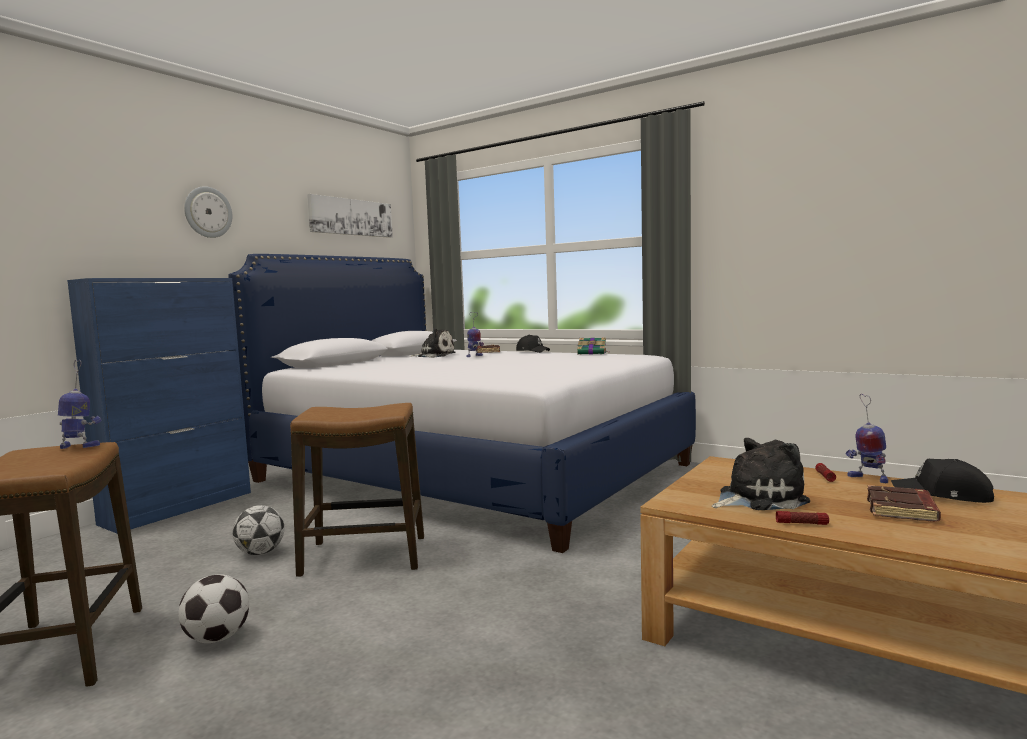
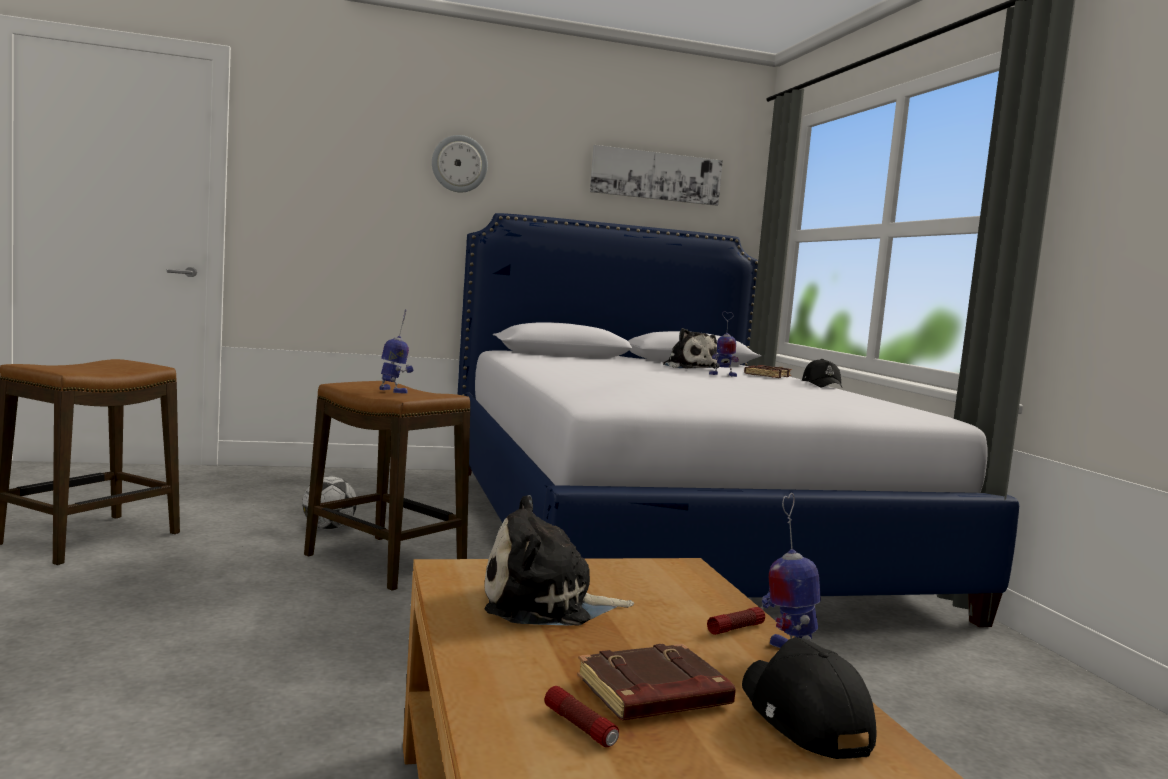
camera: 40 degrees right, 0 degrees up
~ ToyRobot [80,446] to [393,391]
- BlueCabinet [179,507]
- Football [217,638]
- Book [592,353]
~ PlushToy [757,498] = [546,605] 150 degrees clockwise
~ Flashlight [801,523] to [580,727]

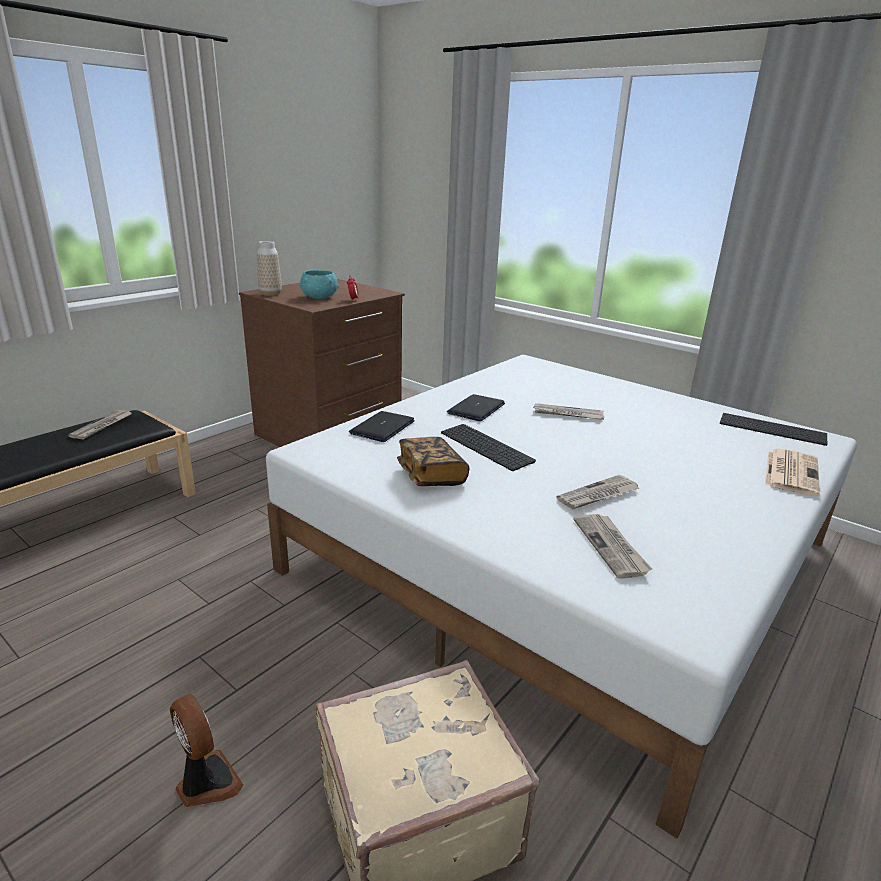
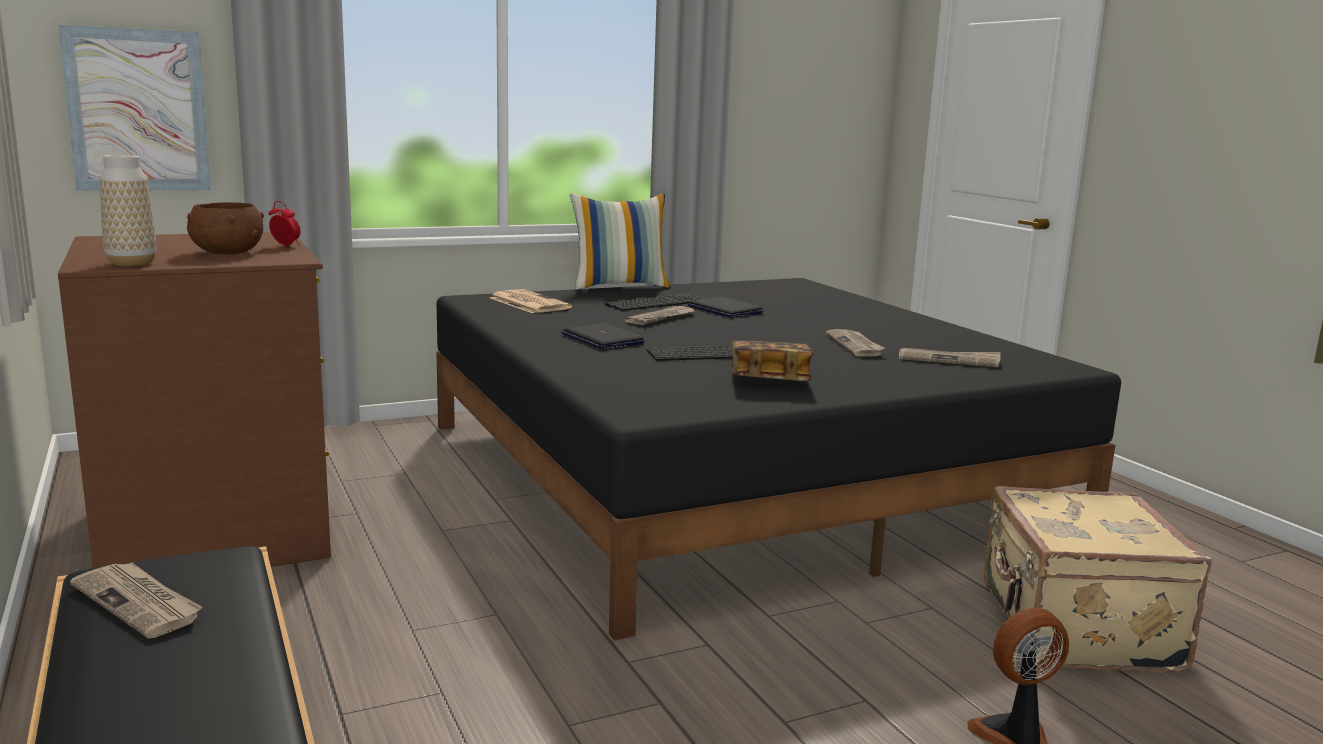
camera: 65 degrees left, 10 degrees down
~ WhiteBed [564,556] to BlackBed [733,476]
~ TurquoiseBowl [319,297] to BrownBowl [227,252]
~ Laptop [382,427] to [724,309]
~ Keyboard [773,429] to [657,302]
~ Newspaper [791,472] to [528,303]
+ Picture [138,110]
+ Pillow [620,286]

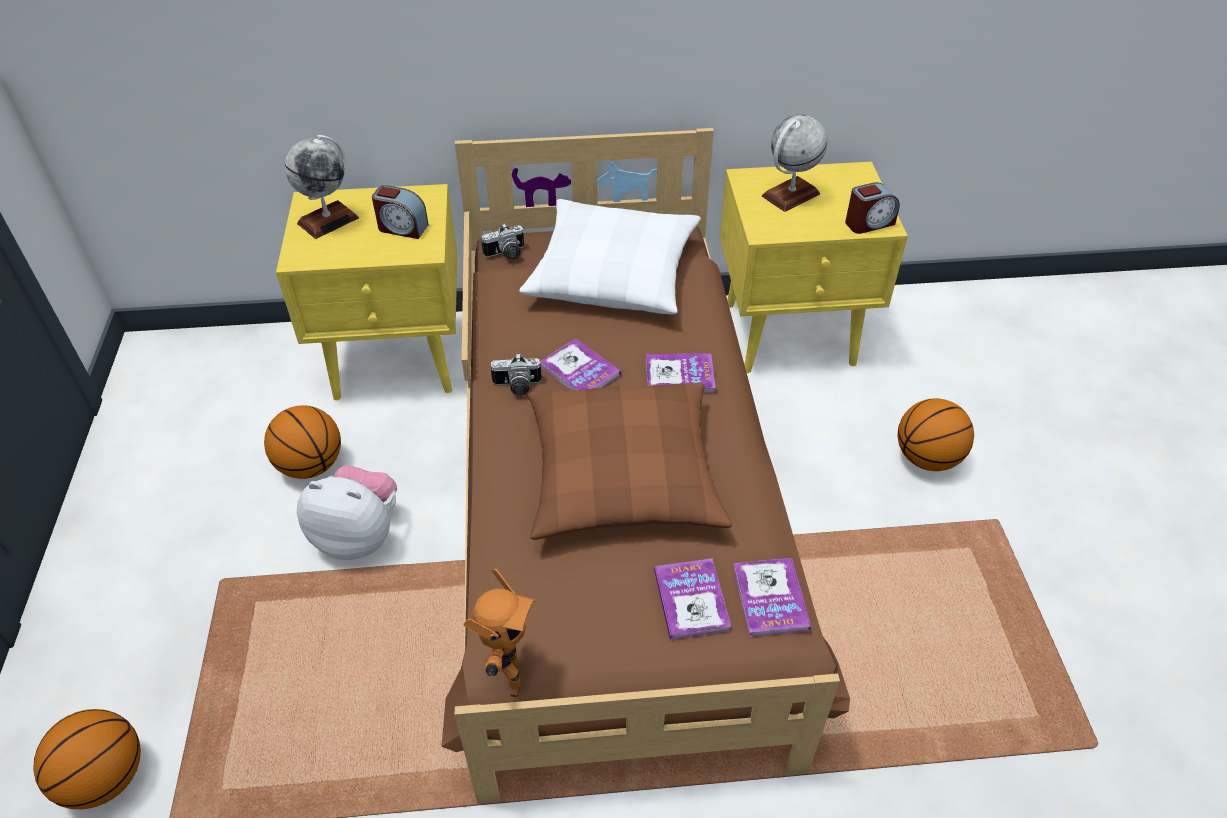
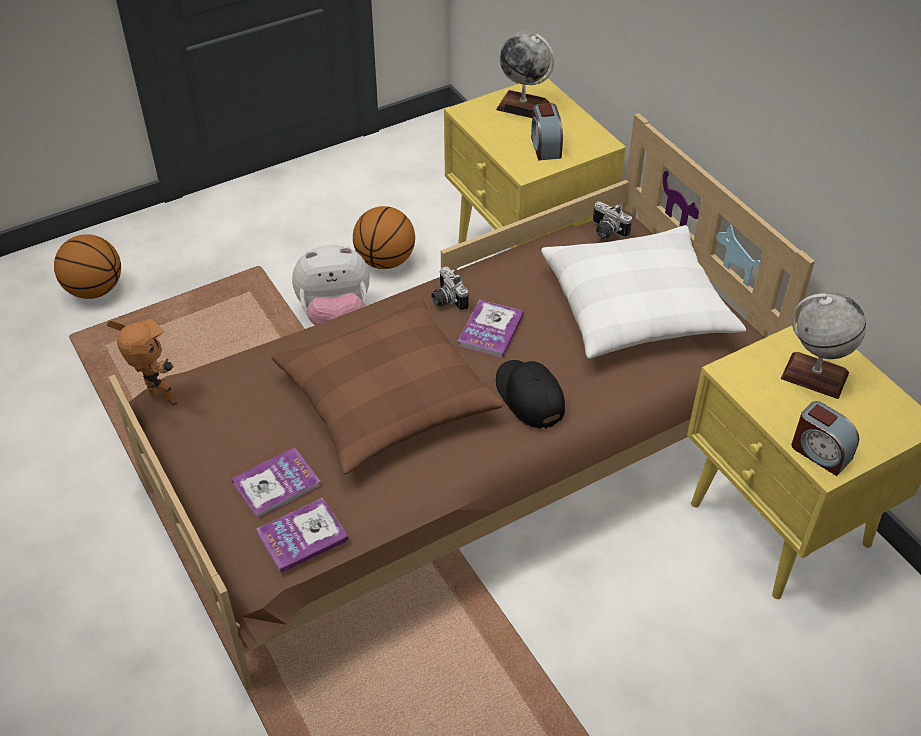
camera: 65 degrees right, 0 degrees up
~ PlushToy [359,535] = [335,317] 90 degrees clockwise
~ ToyRobot [507,679] = [160,402] 120 degrees counterclockwise
~ Book [679,375] to BlackCap [529,397]
- Basketball [926,458]

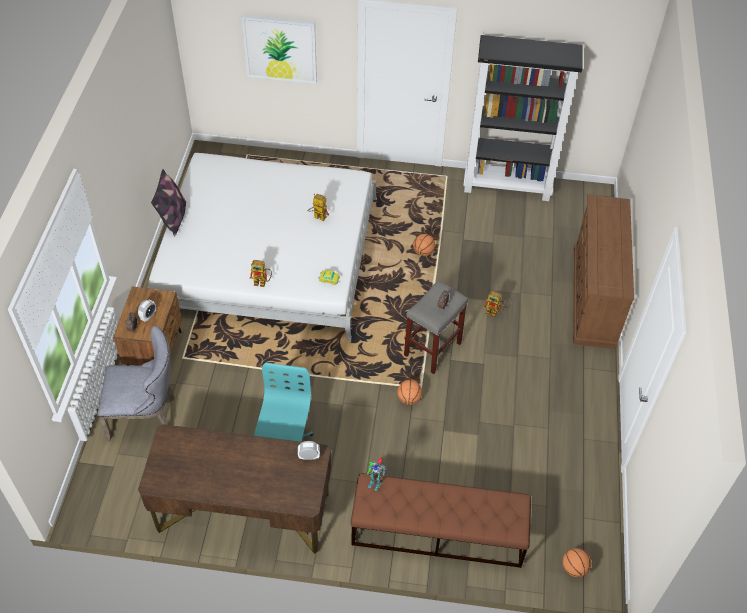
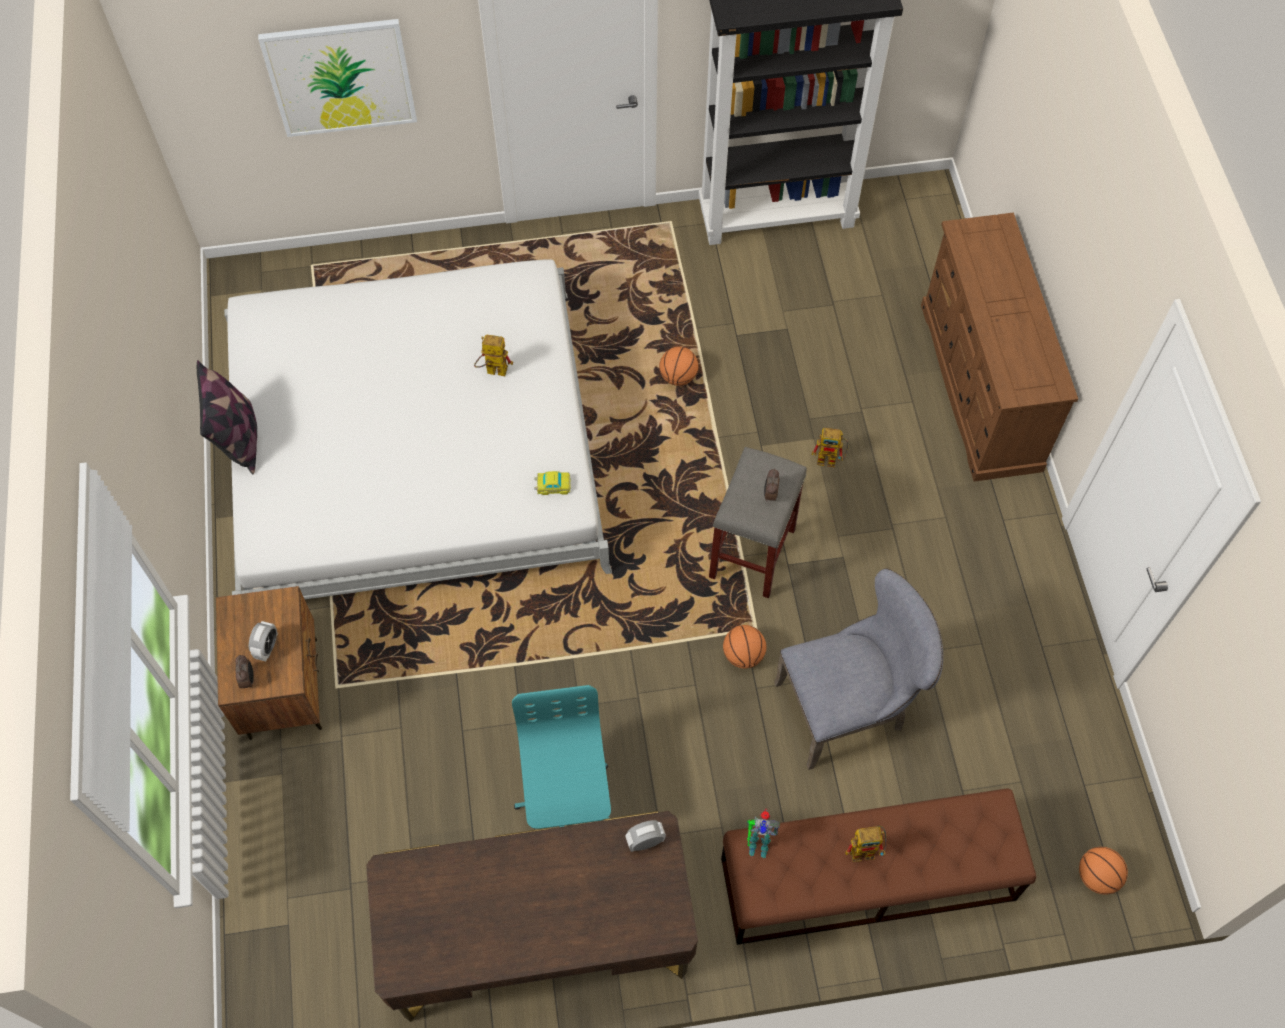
camera: 15 degrees left, 10 degrees up
~ GreyChair [147,416] to [847,707]
~ ToyRobot [262,282] to [867,849]

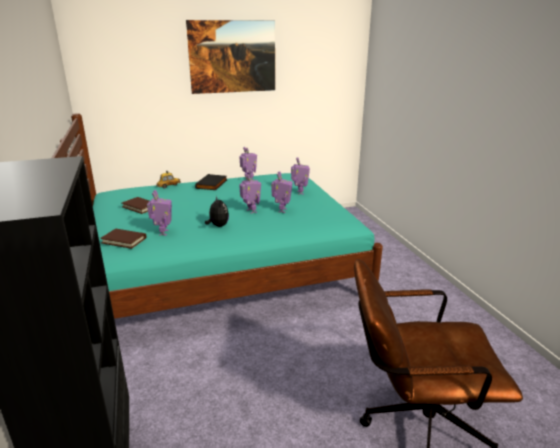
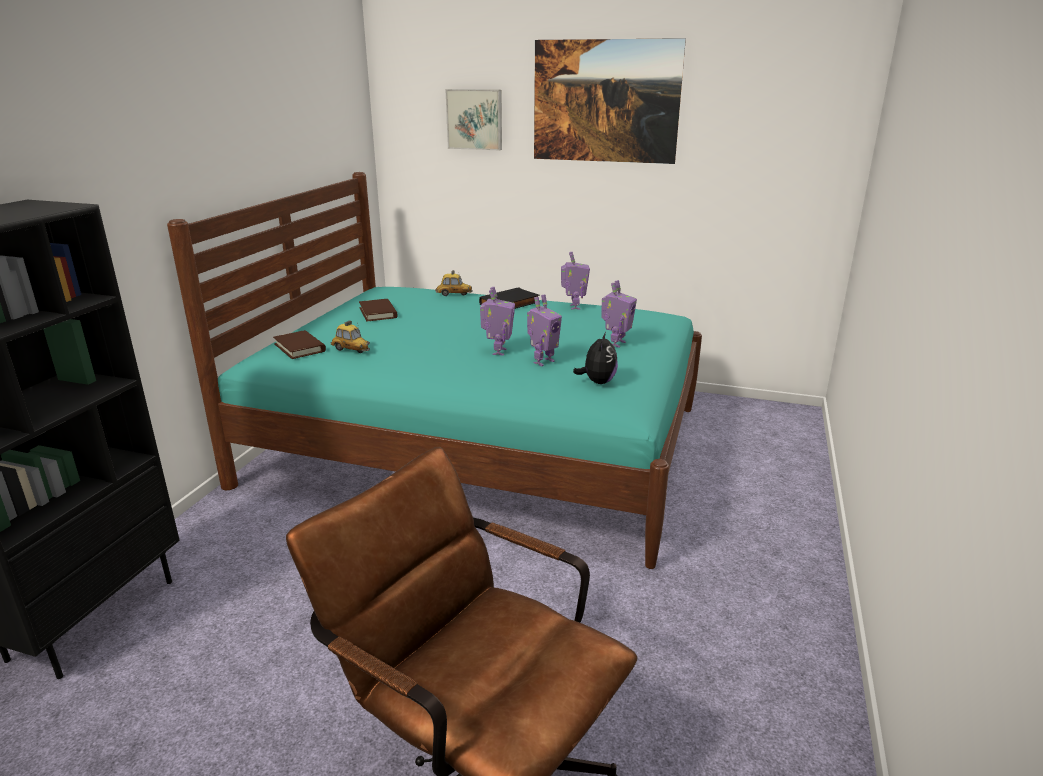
camera: 35 degrees right, 0 degrees up
~ ToyRobot [163,233] to ToyCar [351,350]
~ PlushToy [218,226] to [597,382]
+ Picture [475,119]

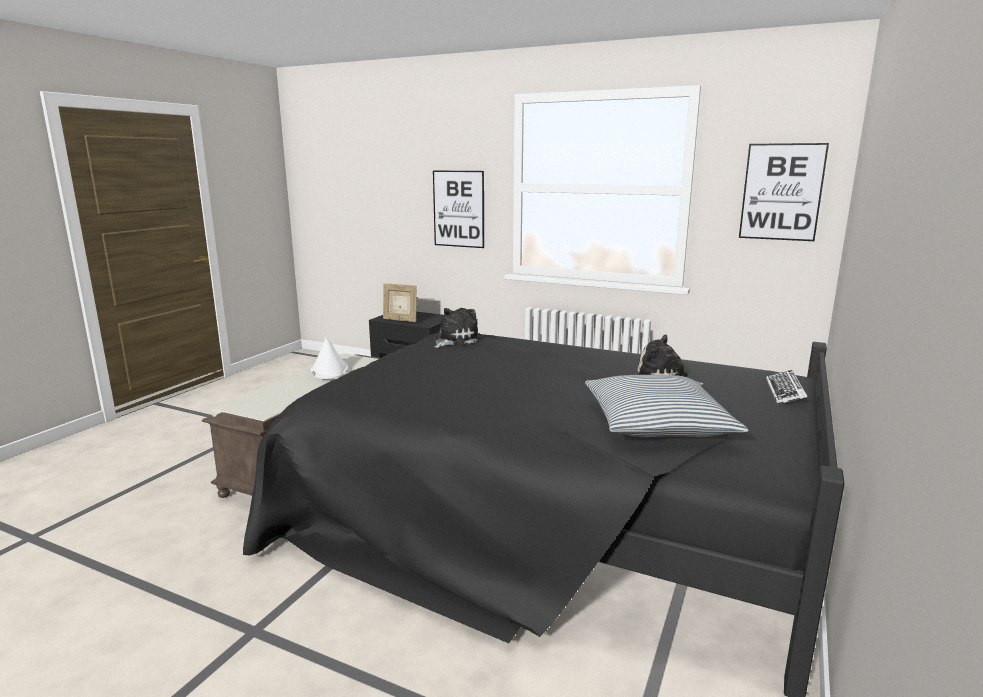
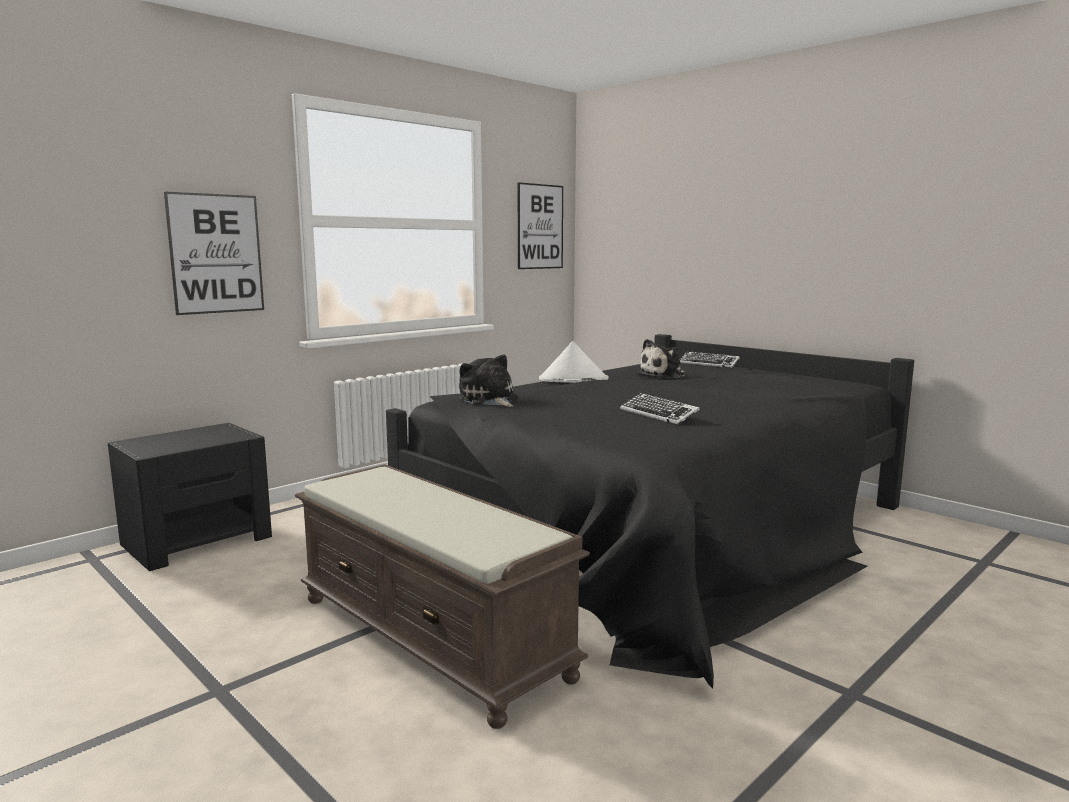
camera: 70 degrees left, 5 degrees down
~ WhiteHat [329,370] to [573,379]
- PictureFrame [400,320]
- Pillow [656,423]
+ Keyboard [658,414]

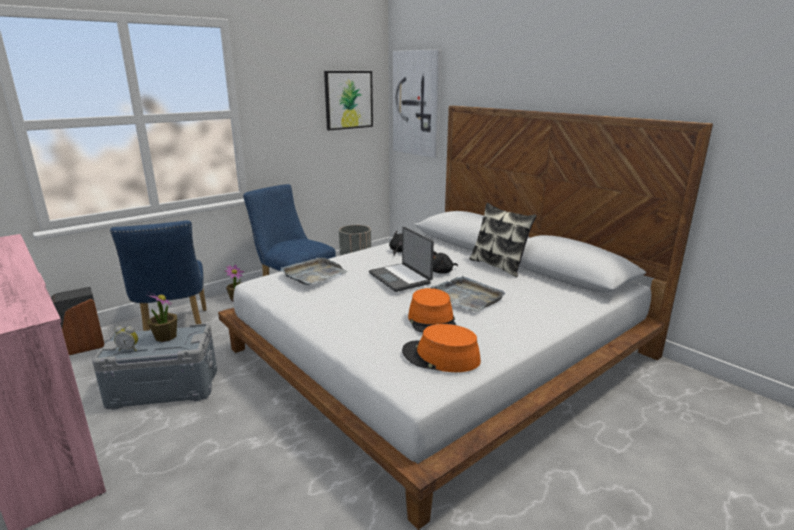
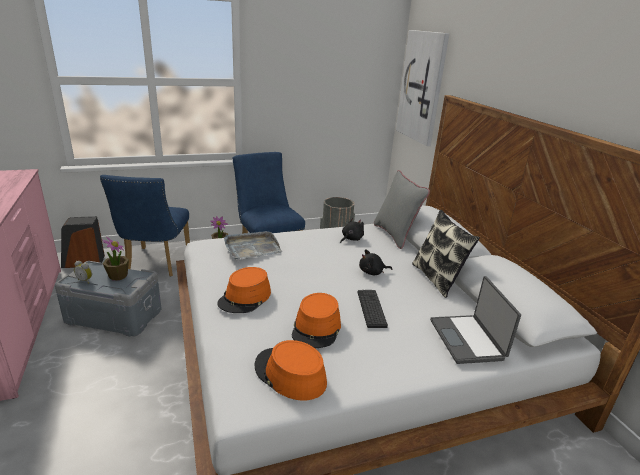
camera: 20 degrees right, 5 degrees up
- Picture [348,100]
~ Laptop [401,278] to [467,339]
~ GreyTray [466,296] to Keyboard [371,308]
+ OrangeHat [245,298]
+ GreyPillow [395,235]

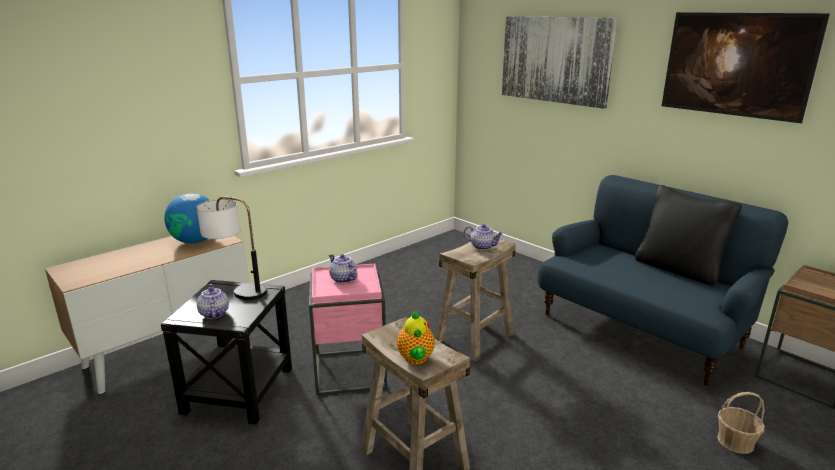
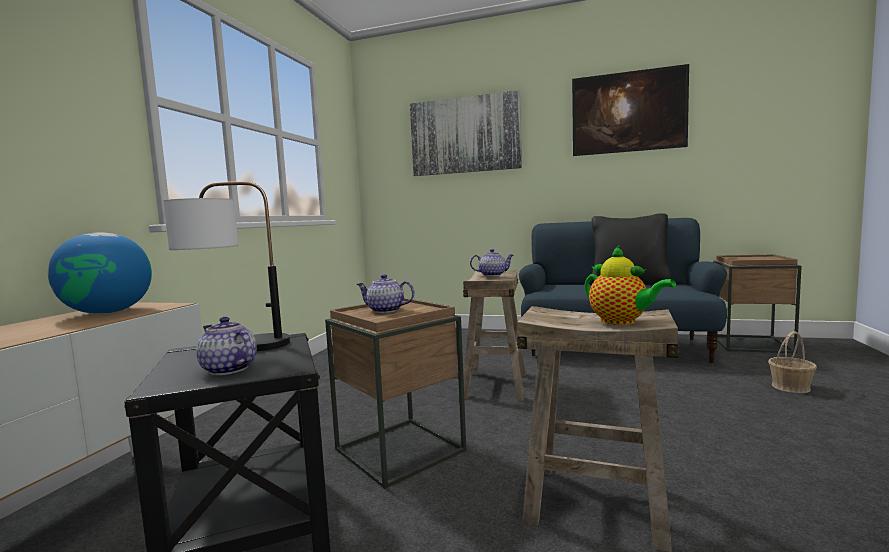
camera: 30 degrees left, 15 degrees down
~ PinkSideTable [350,371] to BrownSideTable [400,450]

